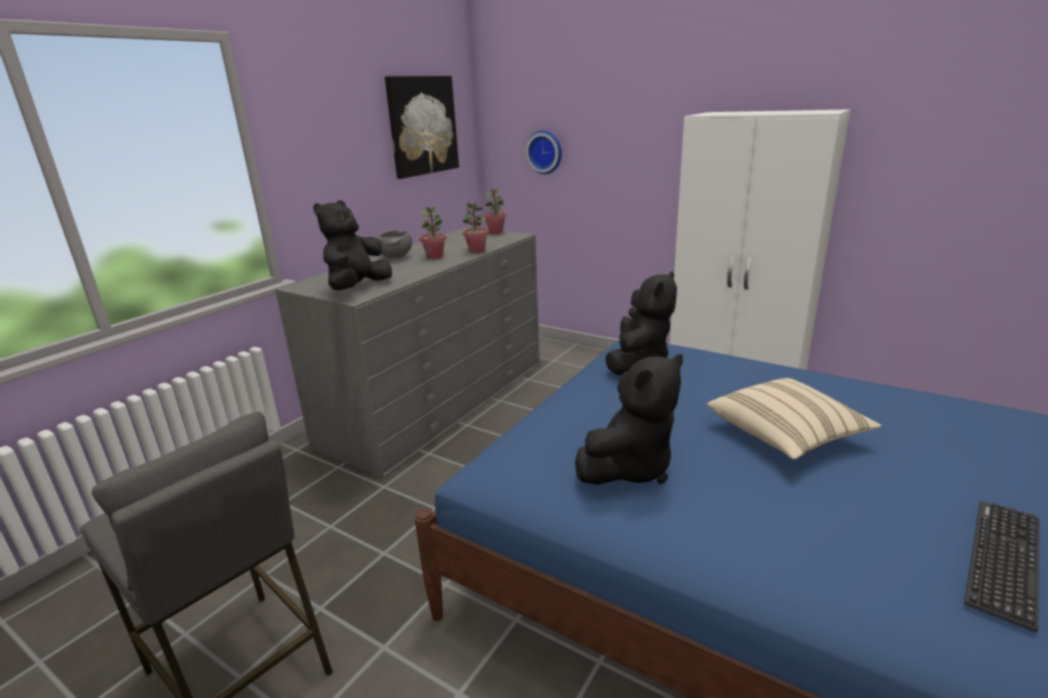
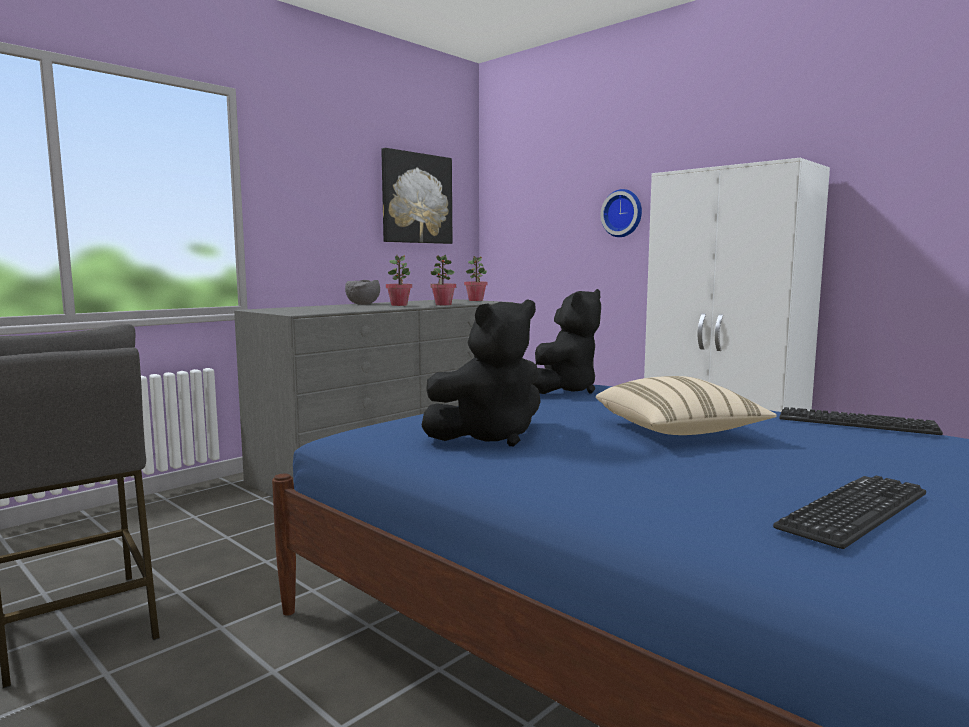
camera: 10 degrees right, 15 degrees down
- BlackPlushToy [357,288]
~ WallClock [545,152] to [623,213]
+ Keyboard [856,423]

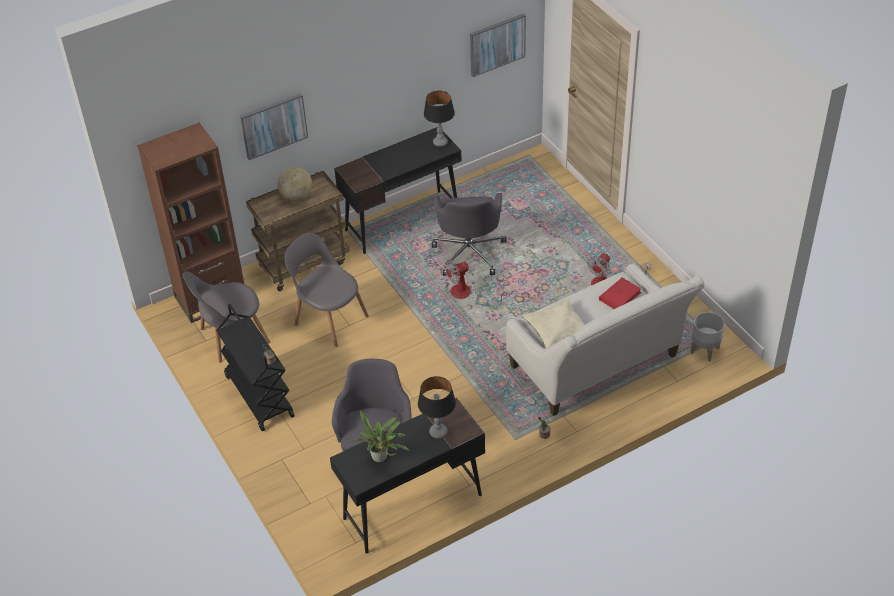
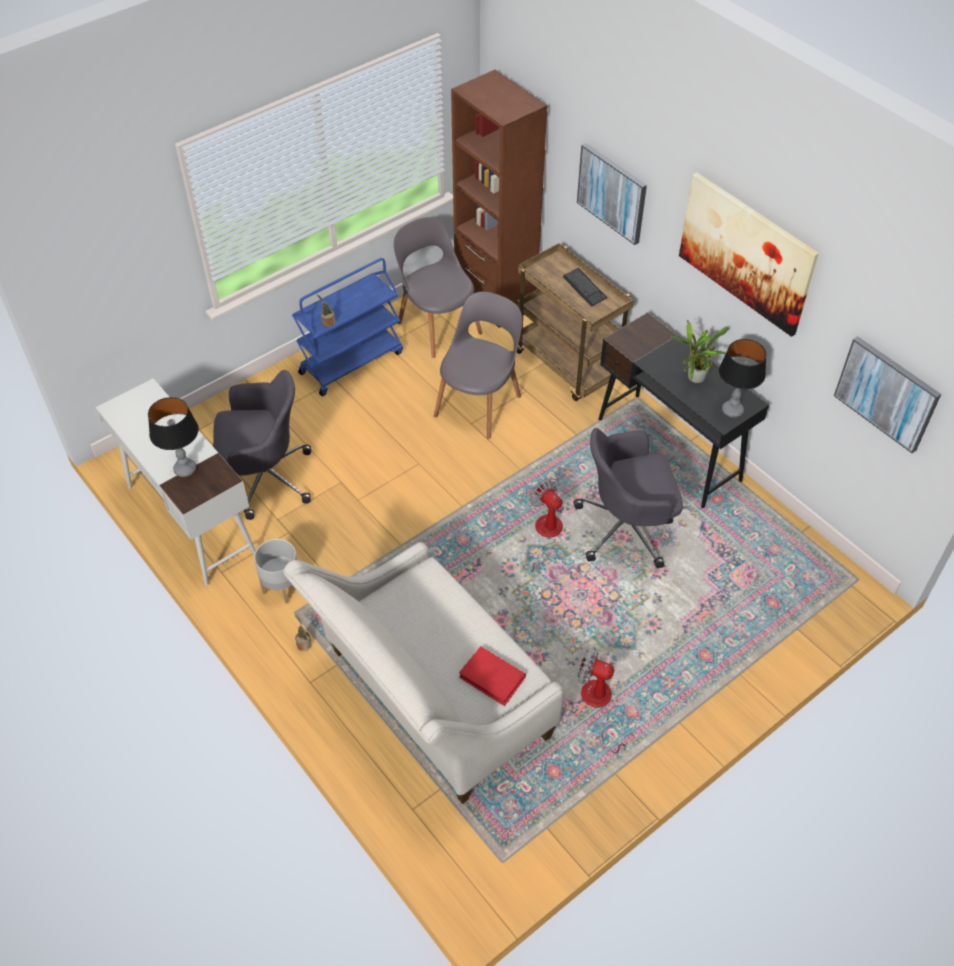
camera: 80 degrees right, 5 degrees up
~ BlackCart [258,395] to BlueCart [351,362]
~ Globe [296,197] to Keyboard [584,288]
~ BlackDesk [412,507] to WhiteDesk [190,519]
~ PottedPlant [381,459] to [694,379]
- BeigePillow [556,329]
~ GreyPlanter [705,350] to [282,588]
+ Picture [746,253]

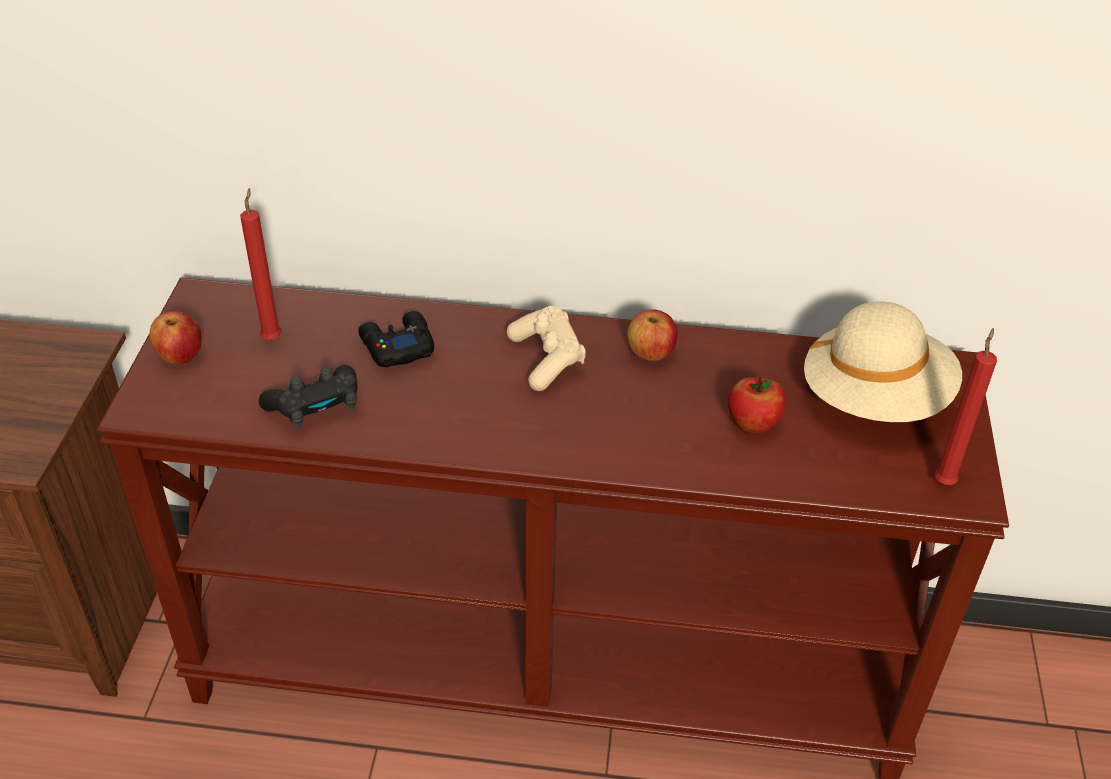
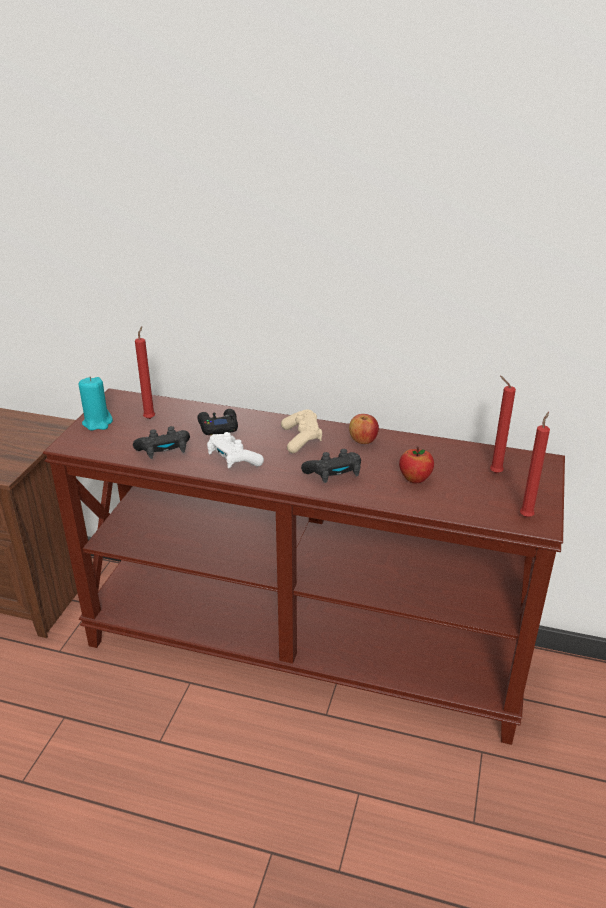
camera: 10 degrees right, 10 degrees down
~ Apple [180,356] to TurquoiseCandle [98,423]
~ BeigeHat [875,398] to RedCandle [493,472]
+ WhiteGameController [233,460]
+ BlackGameController [334,475]

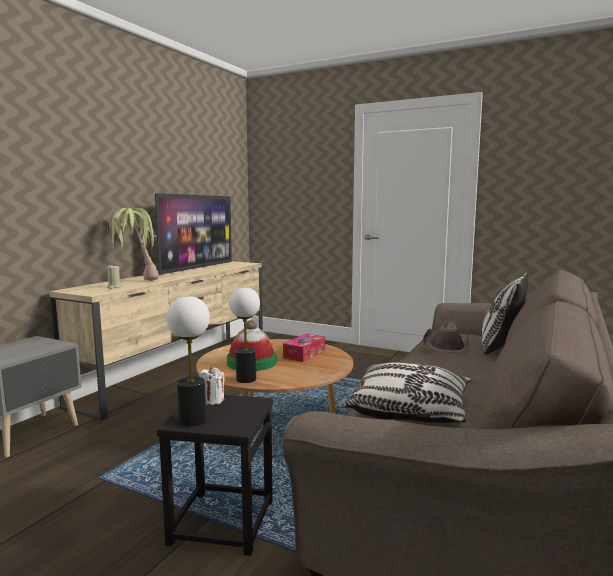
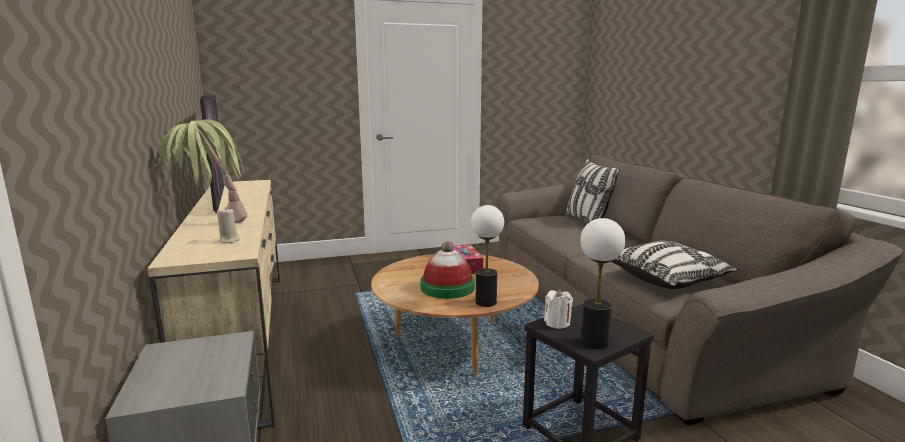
camera: 45 degrees left, 5 degrees up
- BrownHat [446,345]

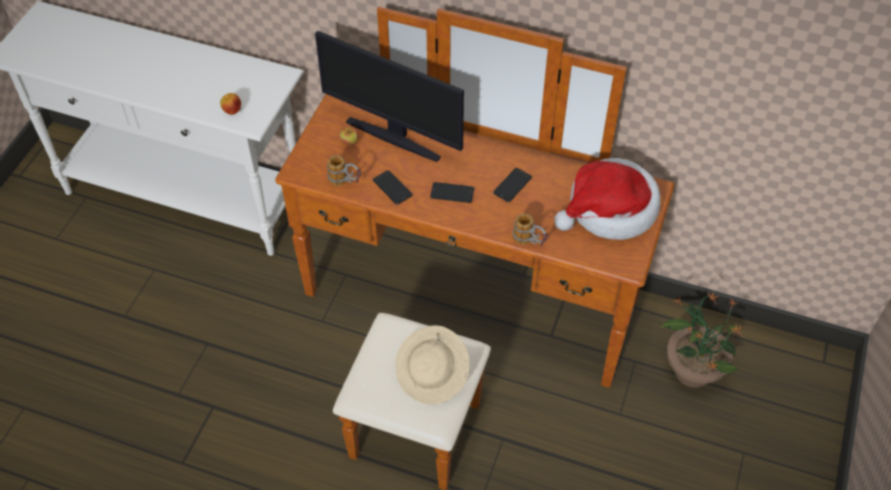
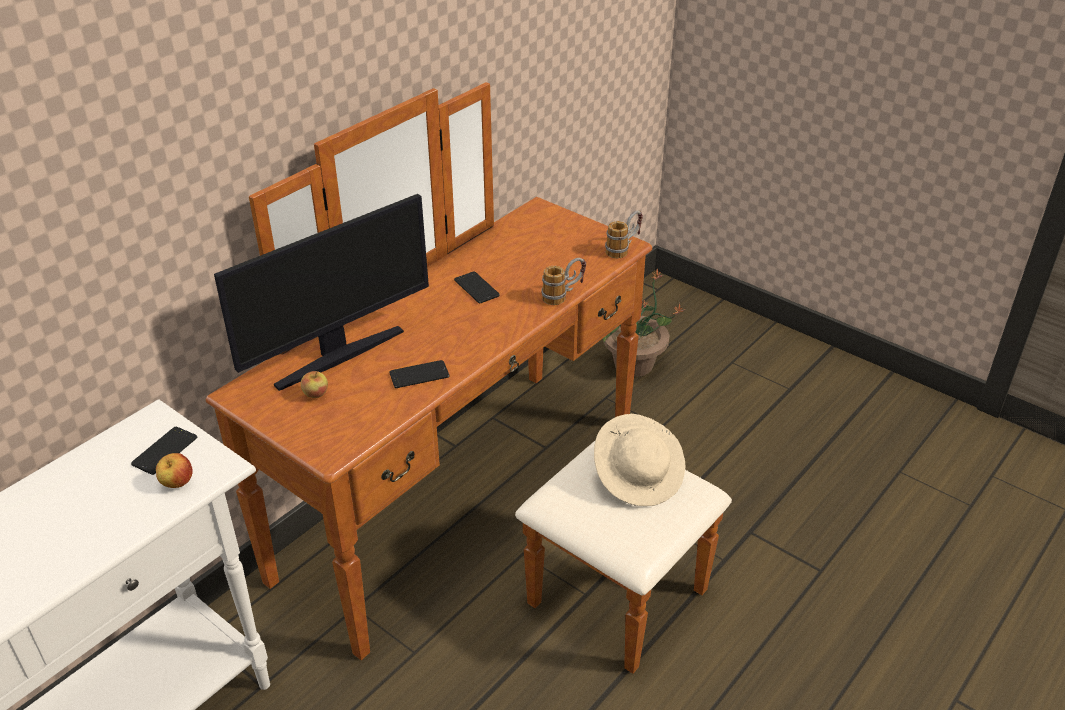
camera: 70 degrees left, 15 degrees down
~ Mug [345,182] to [624,249]
~ Phone [452,193] to [165,451]
- Hat [609,210]

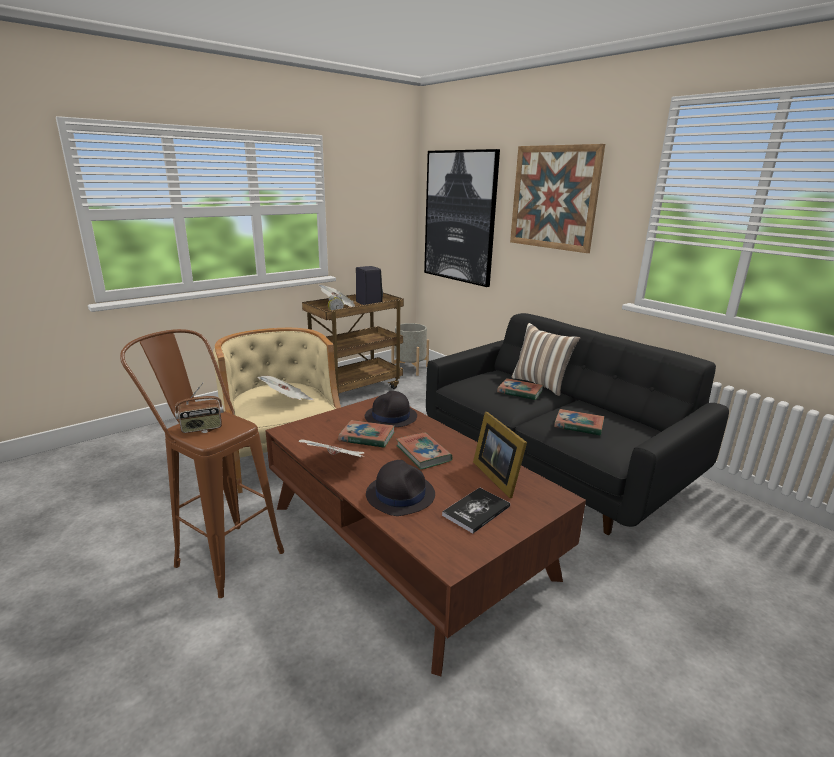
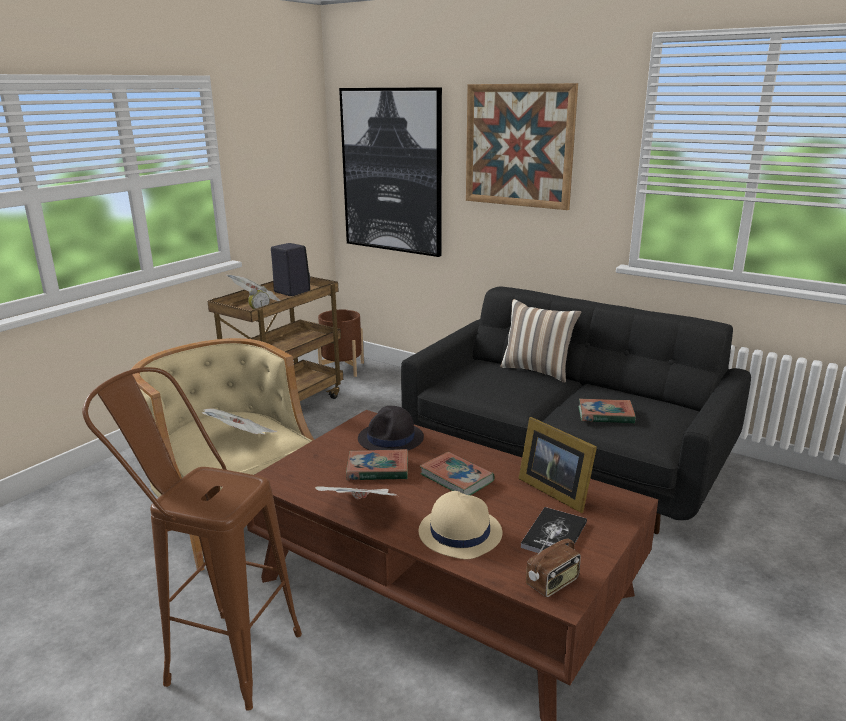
camera: 15 degrees left, 0 degrees up
~ Radio [202,428] to [553,583]
~ BlackHat [400,494] to BeigeHat [459,532]
~ GreyPlanter [410,368] to BrownPlanter [342,368]
- Book [519,392]

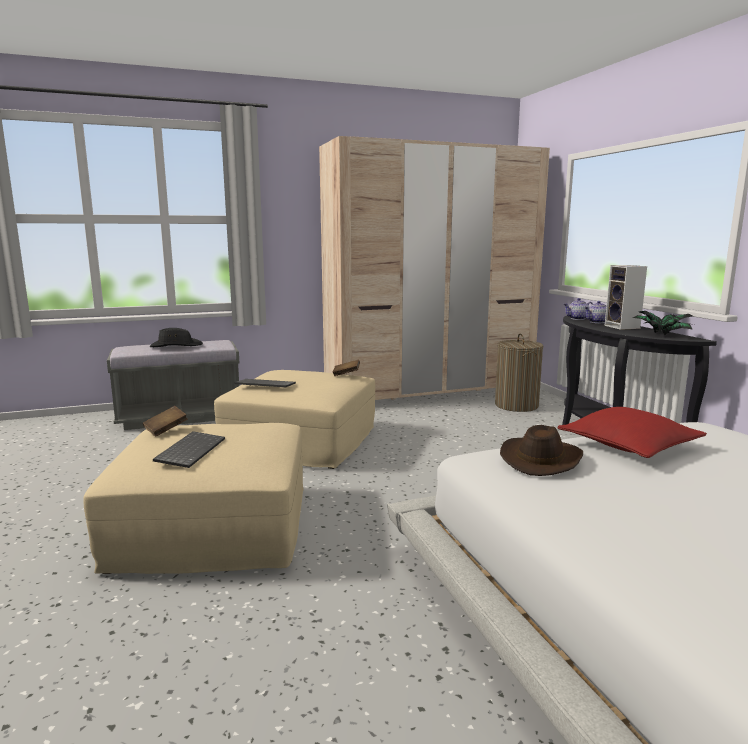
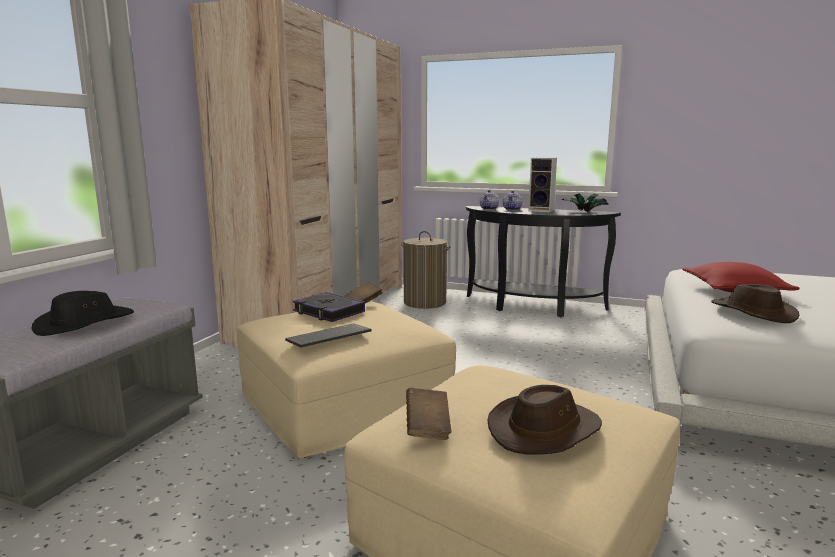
camera: 50 degrees left, 0 degrees up
~ Keyboard [190,450] to BrownHat [545,429]
+ Book [328,312]

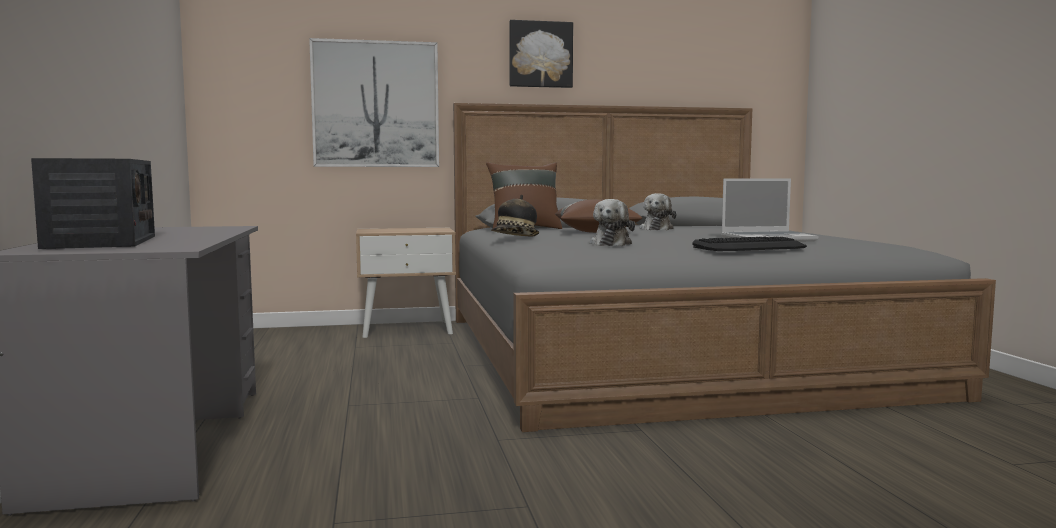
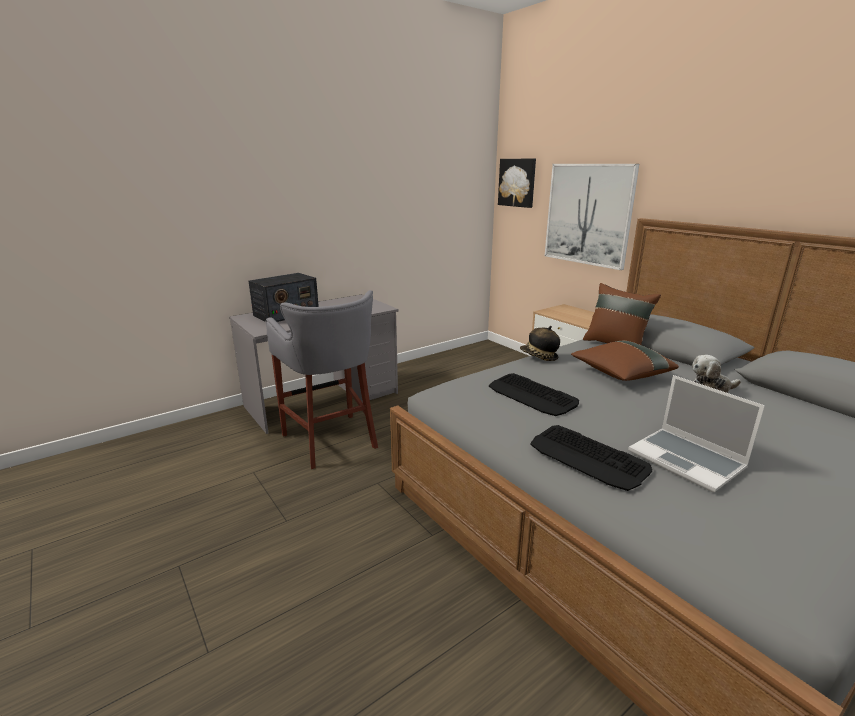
camera: 65 degrees right, 15 degrees up
~ Picture [540,54] to [517,182]
~ PlushToy [611,244] to Keyboard [532,395]
+ GreyStool [332,441]

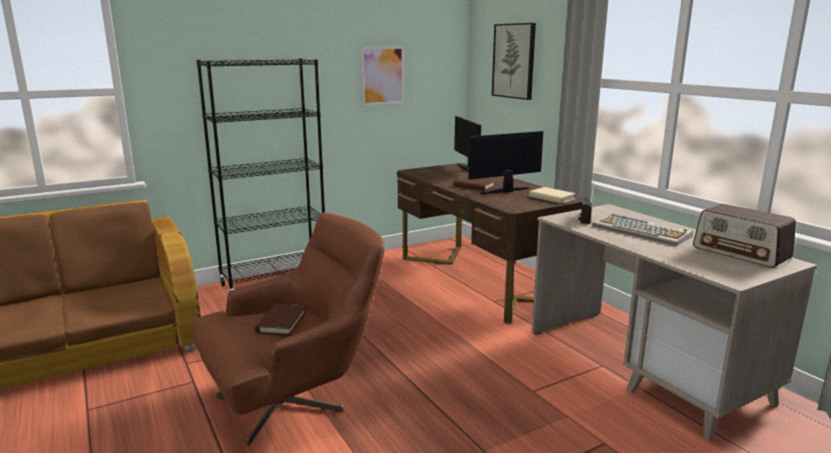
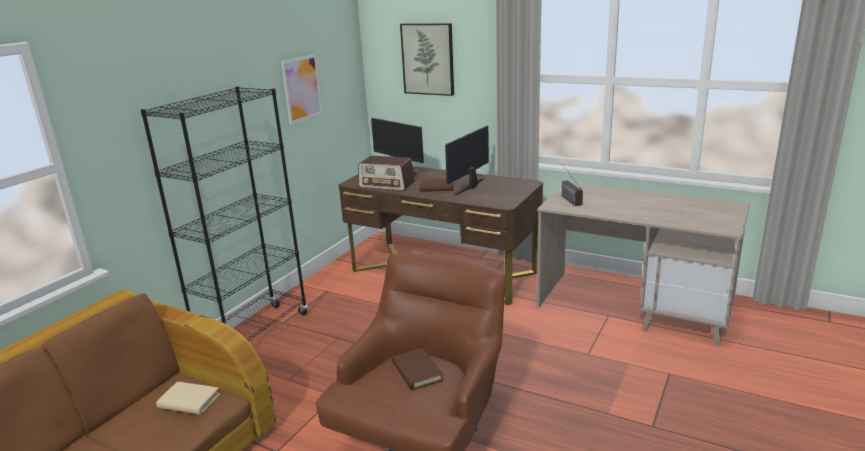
camera: 30 degrees left, 5 degrees up
~ BeigeBook [551,198] to [189,401]
- Keyboard [642,231]
~ Radio [741,253] to [387,185]

